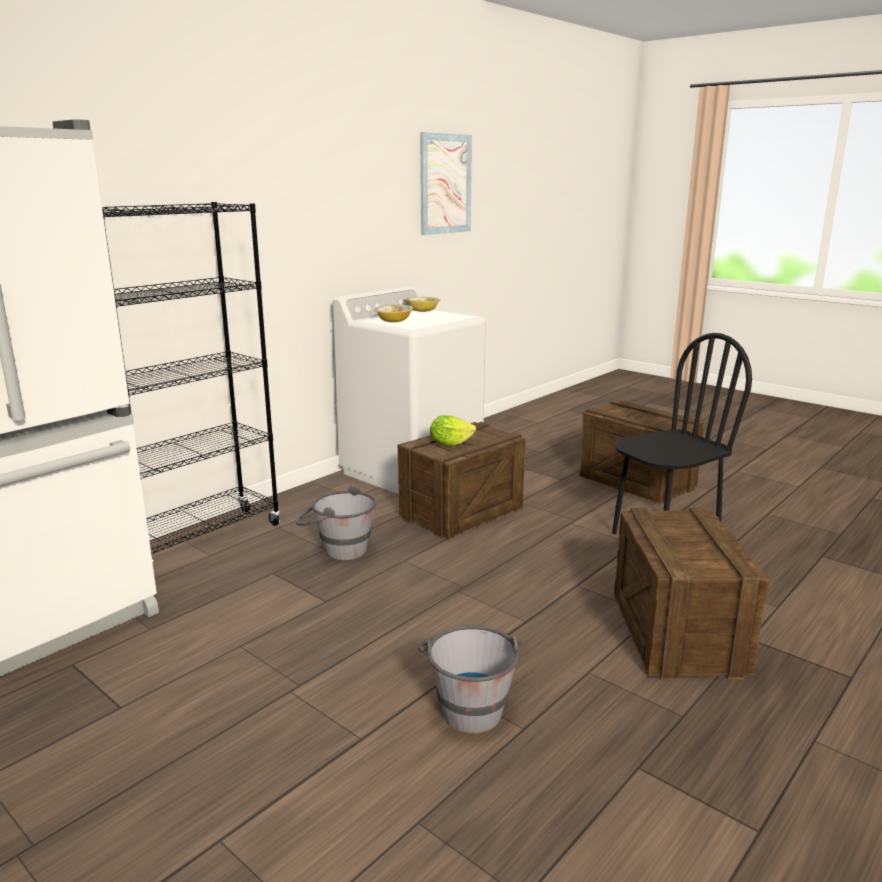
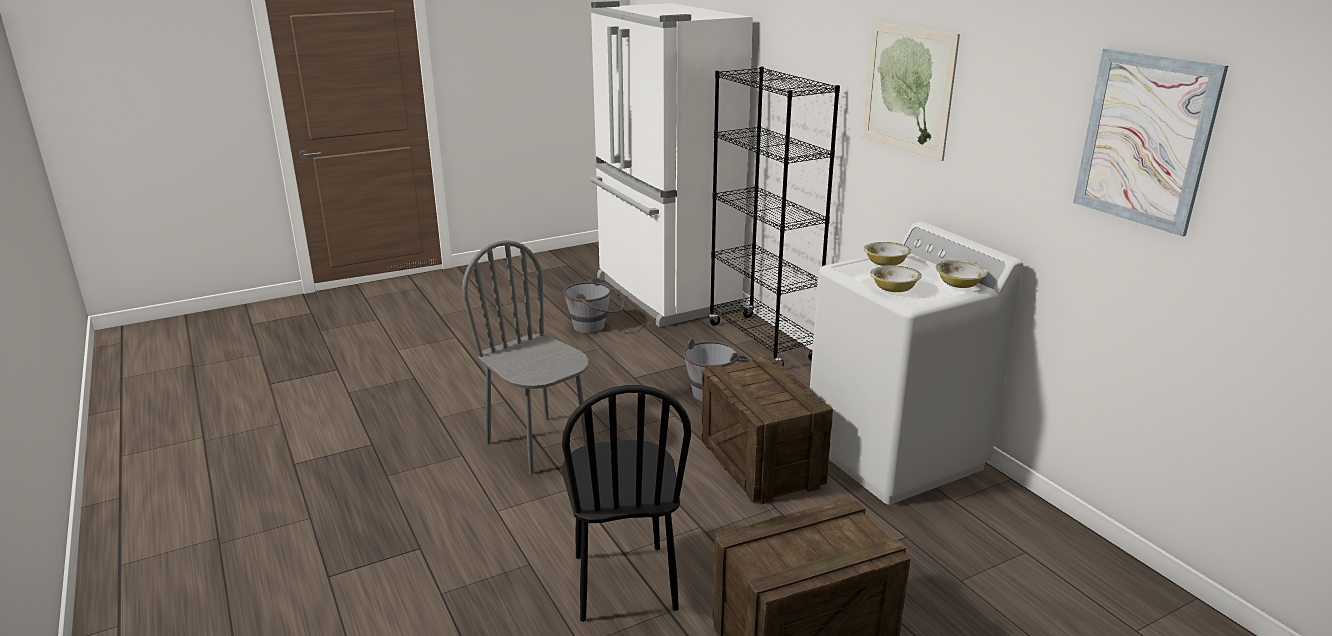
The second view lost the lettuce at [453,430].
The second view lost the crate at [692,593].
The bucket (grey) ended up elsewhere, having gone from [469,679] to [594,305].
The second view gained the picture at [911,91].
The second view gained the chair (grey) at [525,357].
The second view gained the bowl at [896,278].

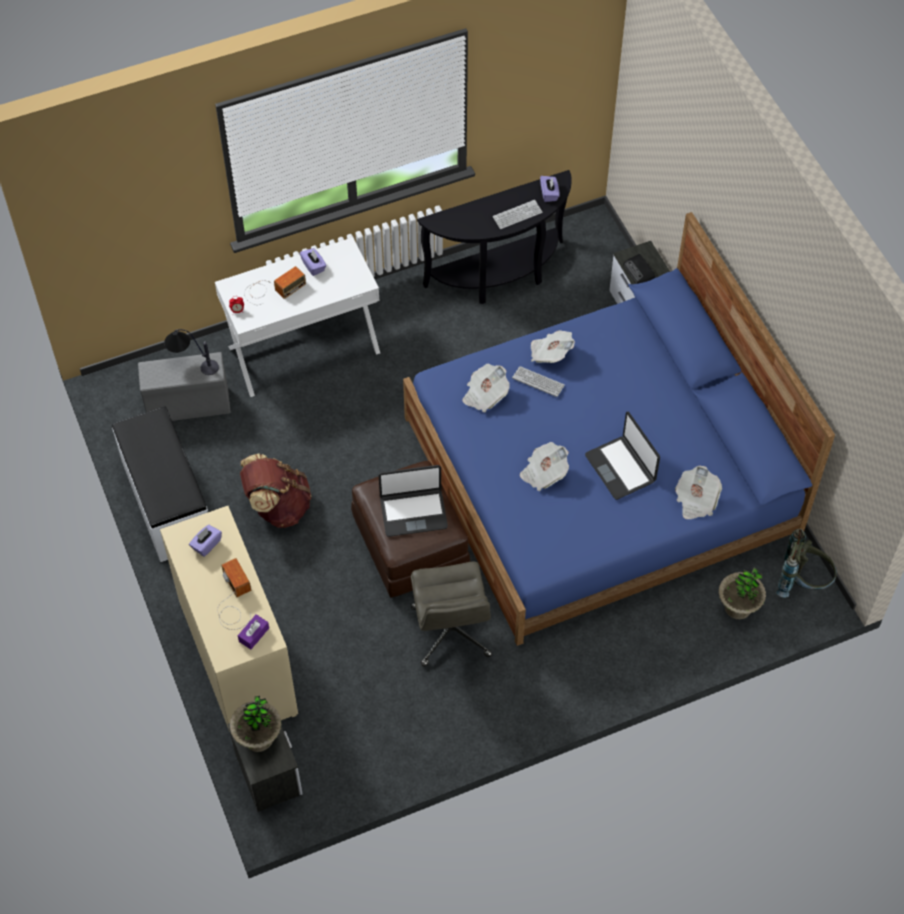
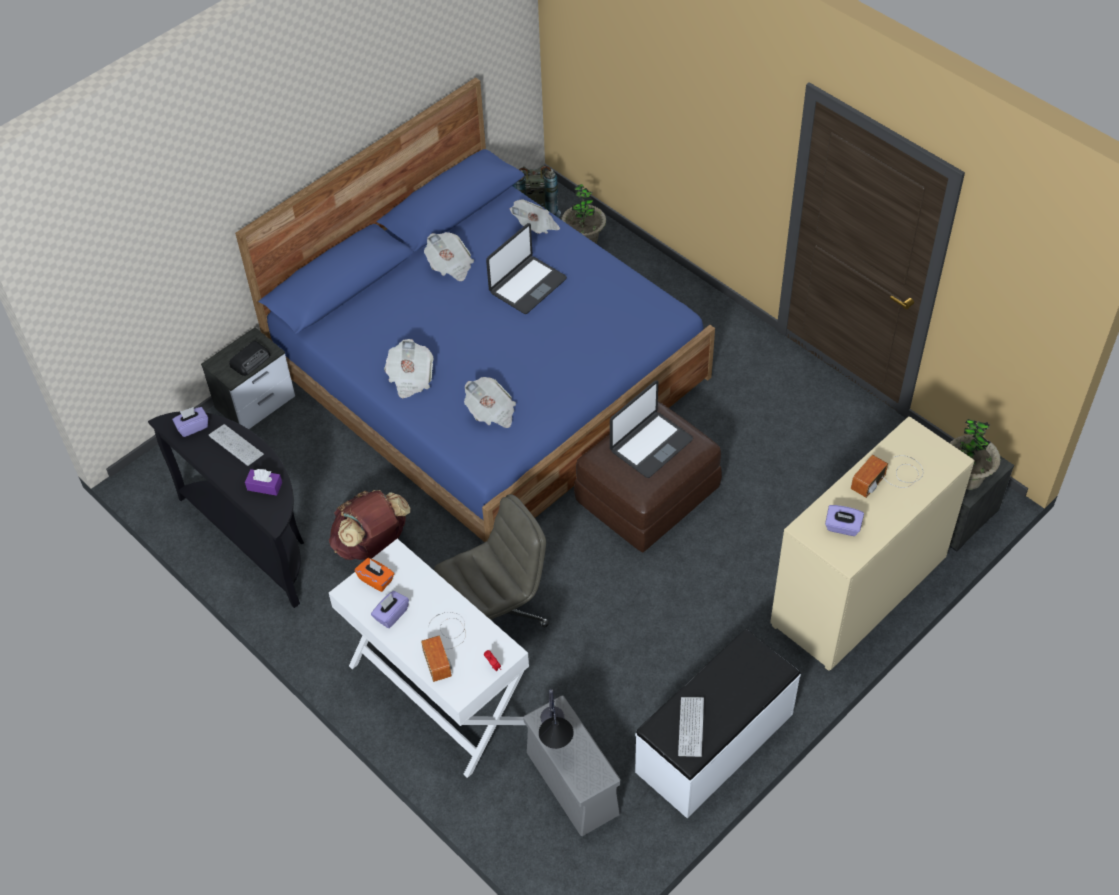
The radio at [275,285] ended up facing another way, 135 degrees counterclockwise from before.
The keyboard ended up elsewhere, having gone from [538,381] to [691,727].
The newspaper ended up elsewhere, having gone from [544,466] to [449,256].
The backpack (brown) ended up elsewhere, having gone from [276,490] to [370,525].
The laptop at [413,501] ended up facing another way, 75 degrees clockwise from before.
The office chair (grey) ended up elsewhere, having gone from [451,614] to [491,560].
The tissue box (purple) ended up elsewhere, having gone from [253,631] to [263,482].
The second view gained the tissue box (orange) at [374,575].

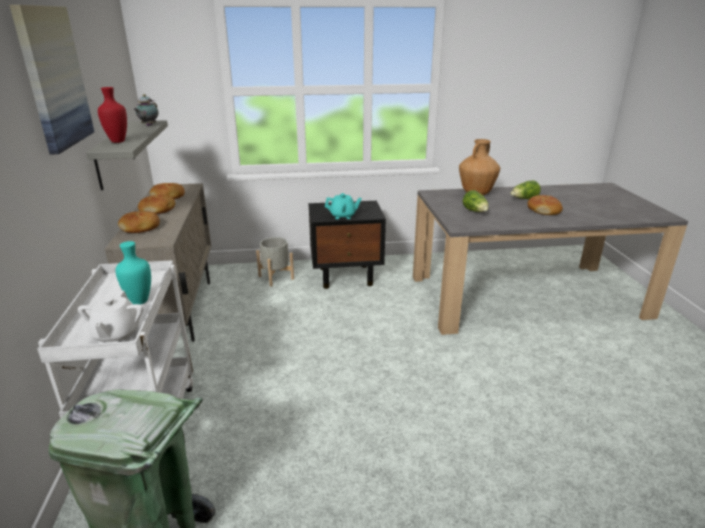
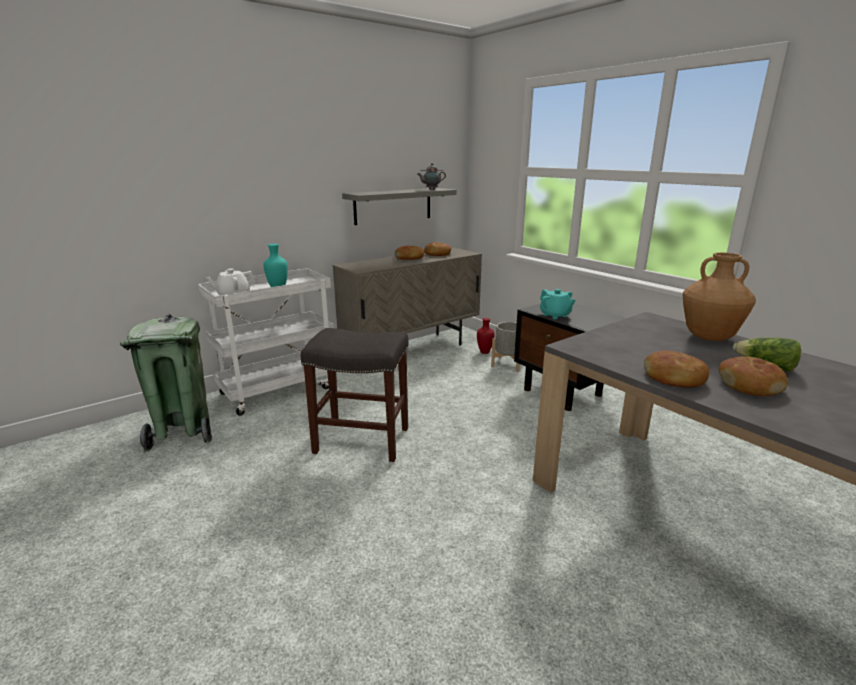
The second view lost the picture at [52,80].
The vase (red) ended up elsewhere, having gone from [112,115] to [486,336].
The second view lost the lettuce at [476,201].
The bread ended up elsewhere, having gone from [139,222] to [677,368].
The second view gained the stool (grey) at [354,395].

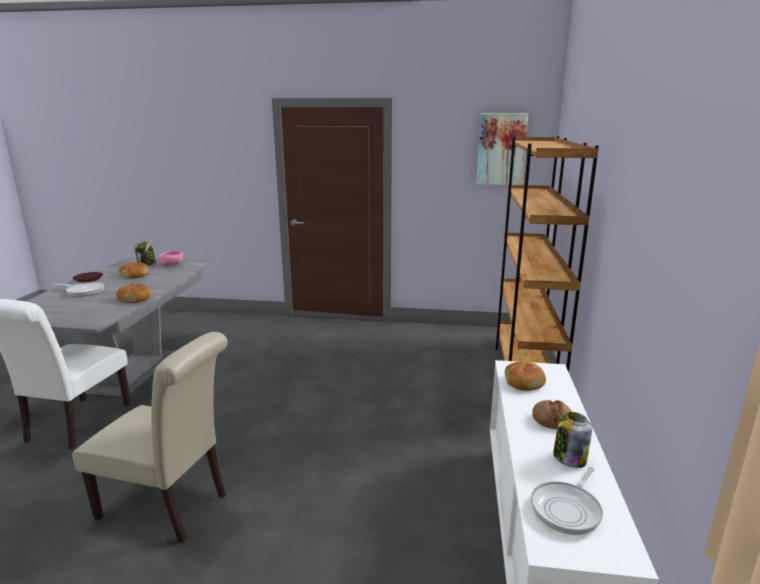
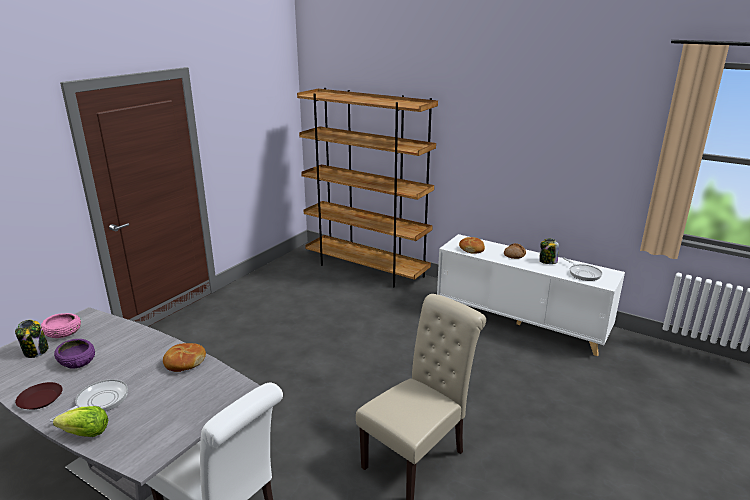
The second view lost the picture at [502,149].
Where the bread stood at [134,270], the bowl (purple) came to stand at [74,353].
The second view gained the lettuce at [80,421].

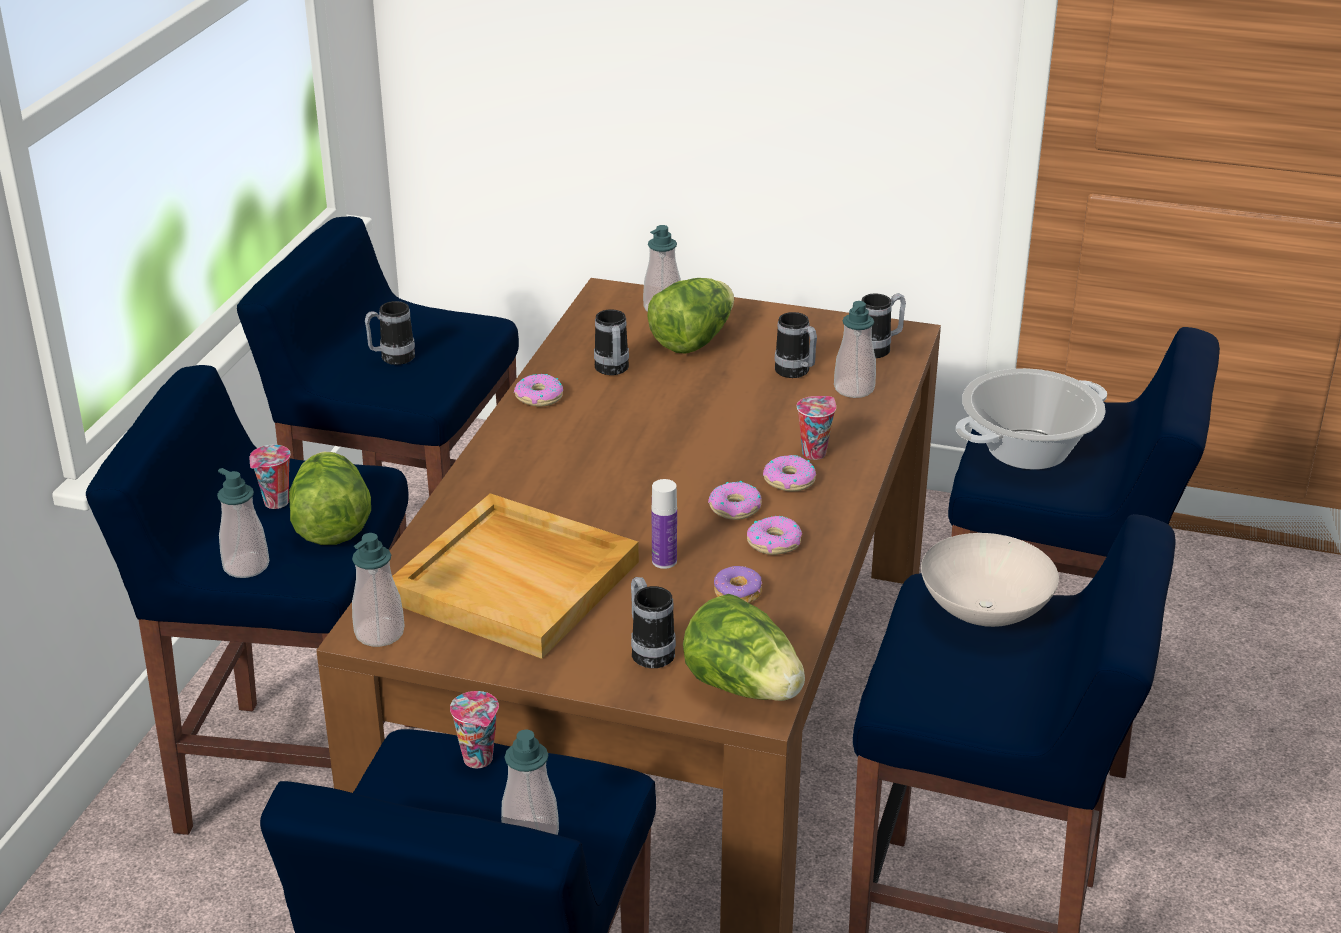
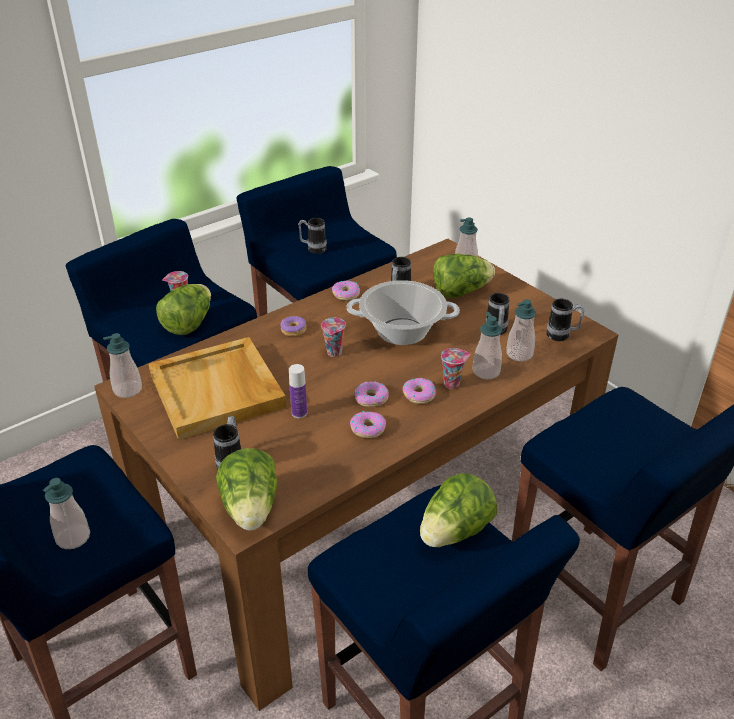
The cooking pot ended up elsewhere, having gone from [1031,419] to [403,312].
The soap dispenser ended up elsewhere, having gone from [243,523] to [487,345].
Where the bowl (white) stood at [990,580], the lettuce came to stand at [458,510].
The donut ended up elsewhere, having gone from [738,584] to [293,326].
The cup ended up elsewhere, having gone from [474,729] to [333,337].

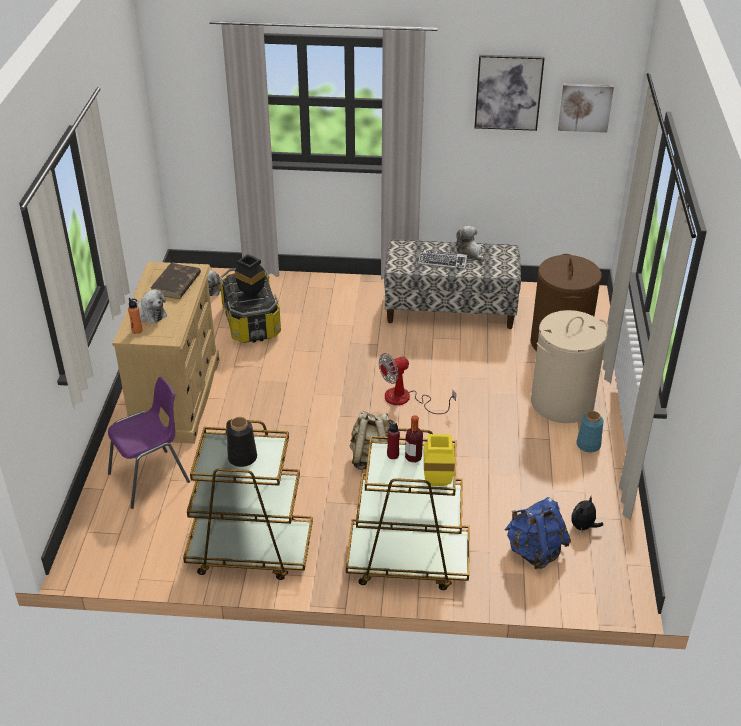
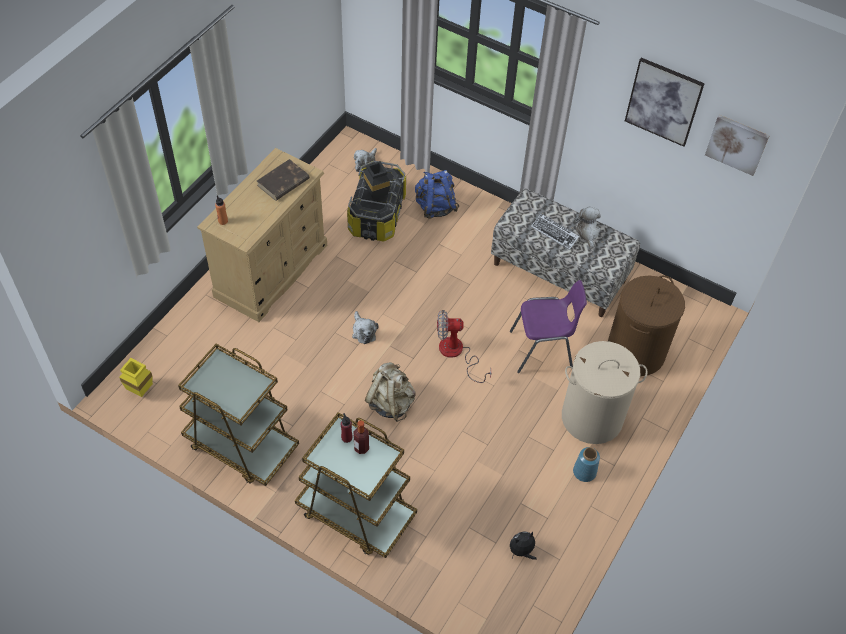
The plush toy ended up elsewhere, having gone from [149,306] to [365,327].
The chair (purple) ended up elsewhere, having gone from [149,443] to [548,326].
The second view lost the vase (black) at [242,442].
The vase (yellow) ended up elsewhere, having gone from [439,460] to [136,377].
The backpack (blue) ended up elsewhere, having gone from [538,533] to [437,194].

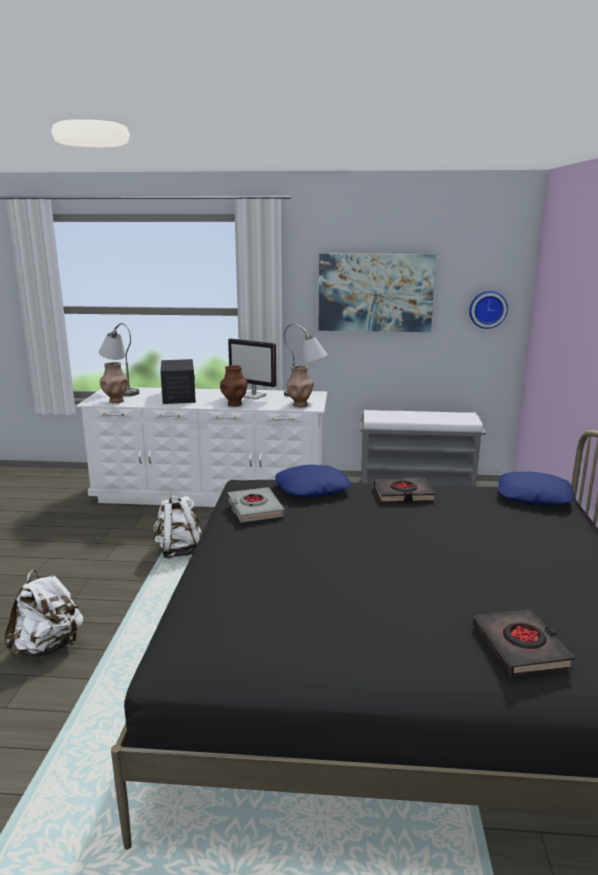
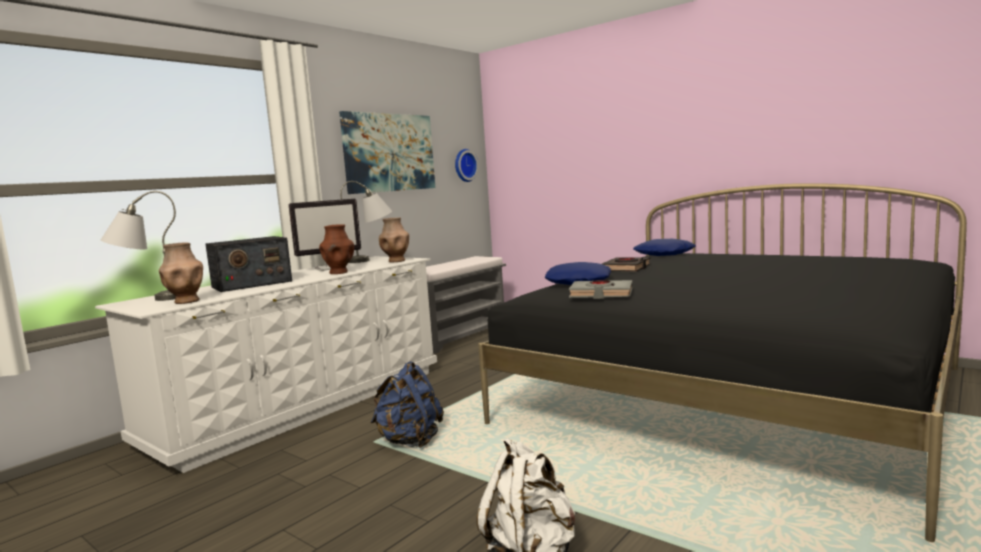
The radio at [178,381] ended up facing another way, 120 degrees clockwise from before.
What was the backpack (white) at [177,526] turned into the backpack (blue) at [407,404].
The second view lost the book (black) at [524,642].

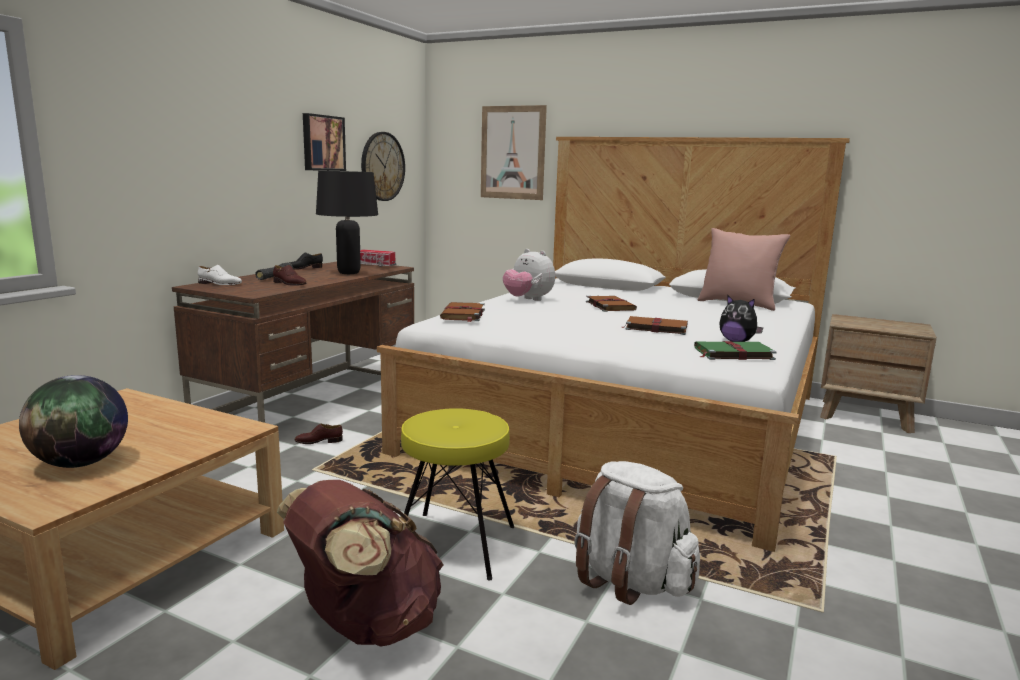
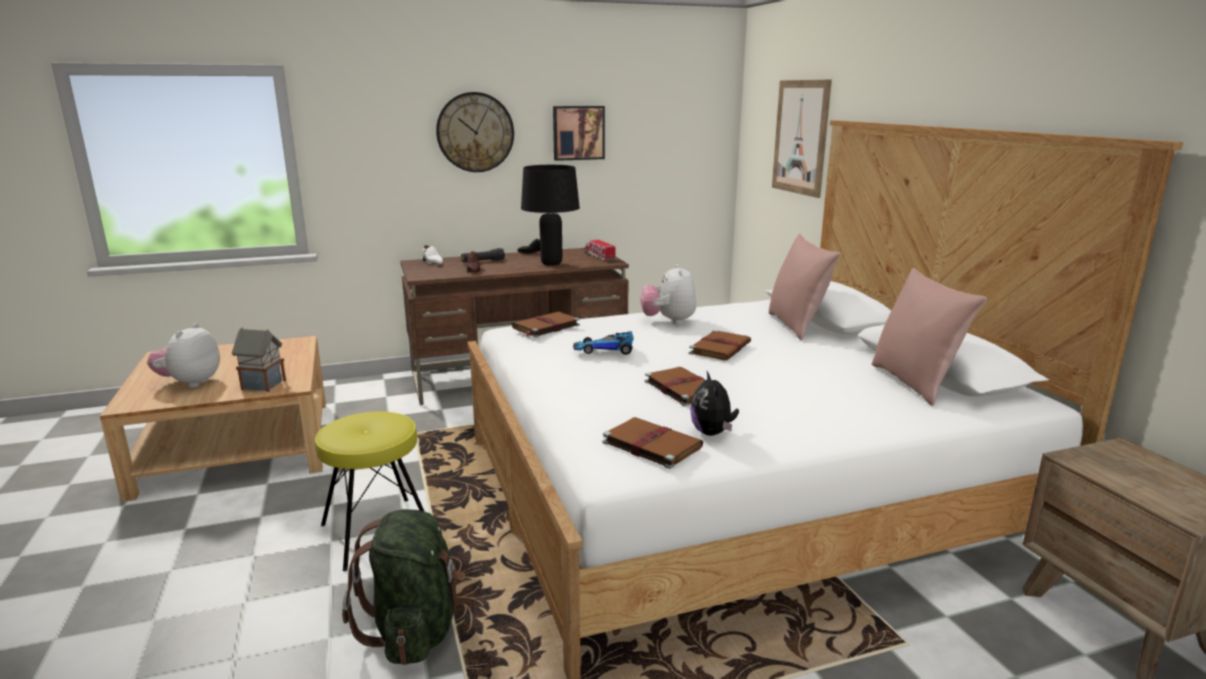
The wall clock ended up elsewhere, having gone from [383,166] to [475,132].
What was the book (green) at [735,350] turned into the book (brown) at [653,443].
Where the globe stood at [73,421], the plush toy came to stand at [183,355].
The second view lost the shoe (brown) at [319,434].
What was the backpack (white) at [637,533] turned into the backpack (green) at [404,587].
The second view lost the backpack (brown) at [360,563].
The second view gained the pillow (pink) at [805,287].
The second view gained the toy house at [259,360].
The second view gained the toy car at [603,343].

